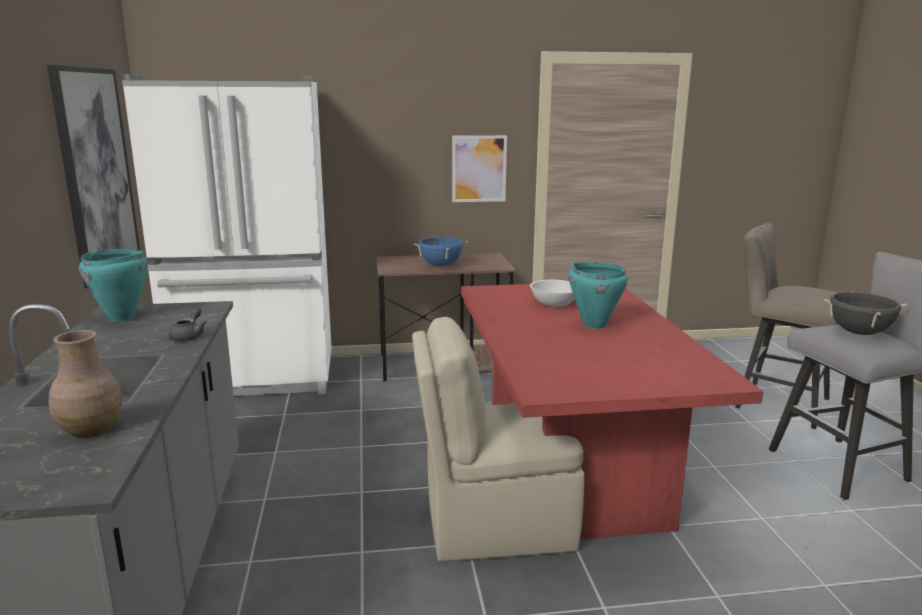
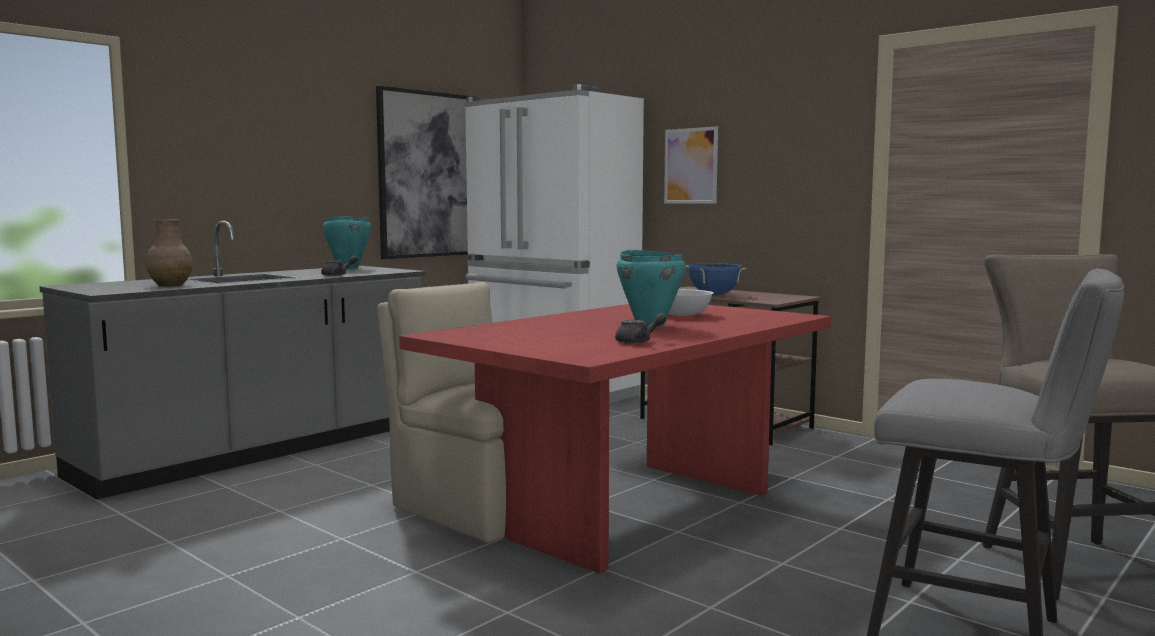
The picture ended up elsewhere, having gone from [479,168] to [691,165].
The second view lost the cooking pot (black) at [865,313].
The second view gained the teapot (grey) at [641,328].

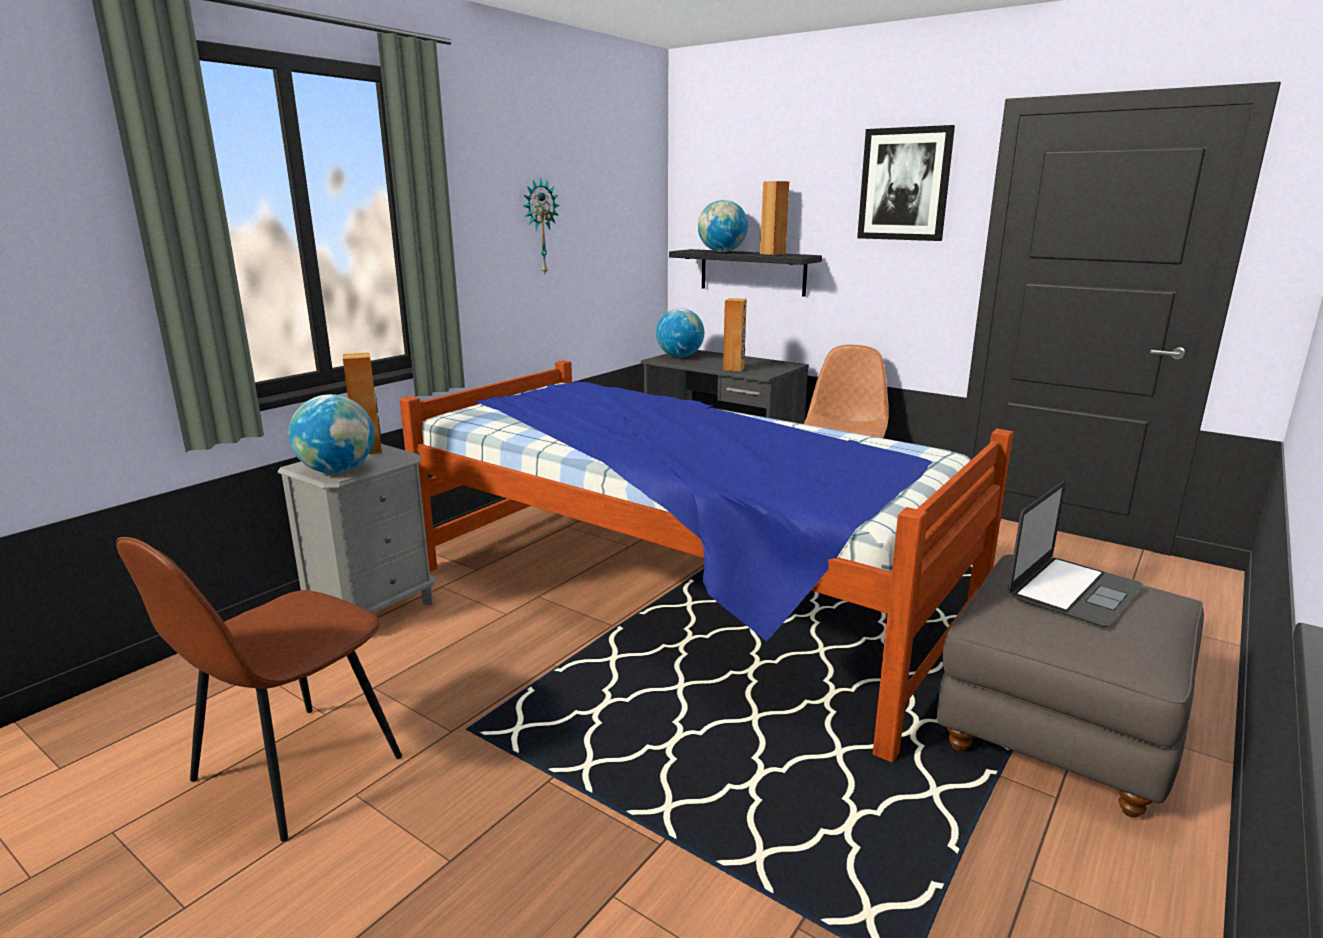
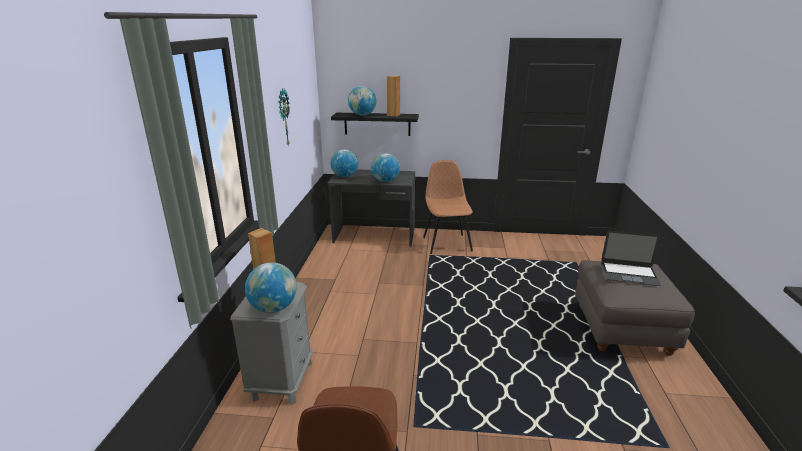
The second view lost the picture at [906,183].
Where the speaker (brown) stood at [735,335], the globe came to stand at [385,167].
The second view lost the bed at [707,561].
The laptop at [1075,554] ended up facing another way, 90 degrees clockwise from before.

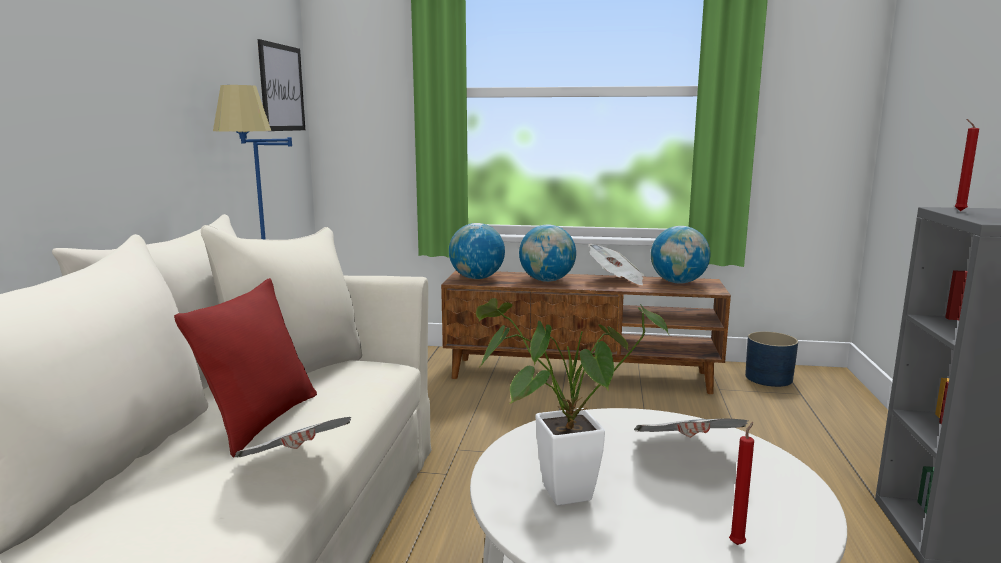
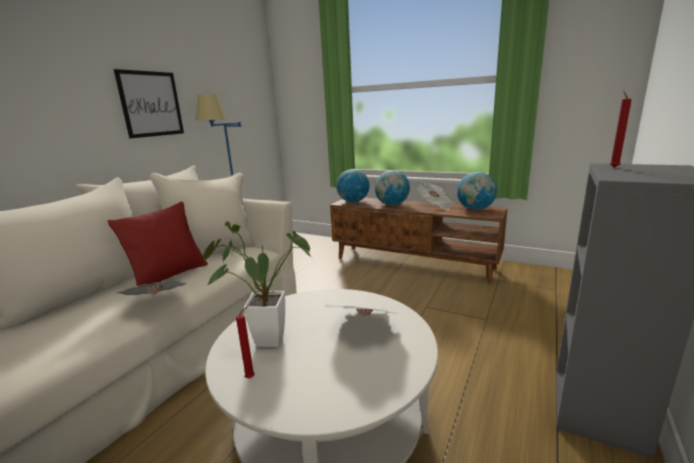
The picture ended up elsewhere, having gone from [281,85] to [149,103].
The second view lost the planter (blue) at [771,359].
The candle (red) ended up elsewhere, having gone from [741,483] to [245,342].

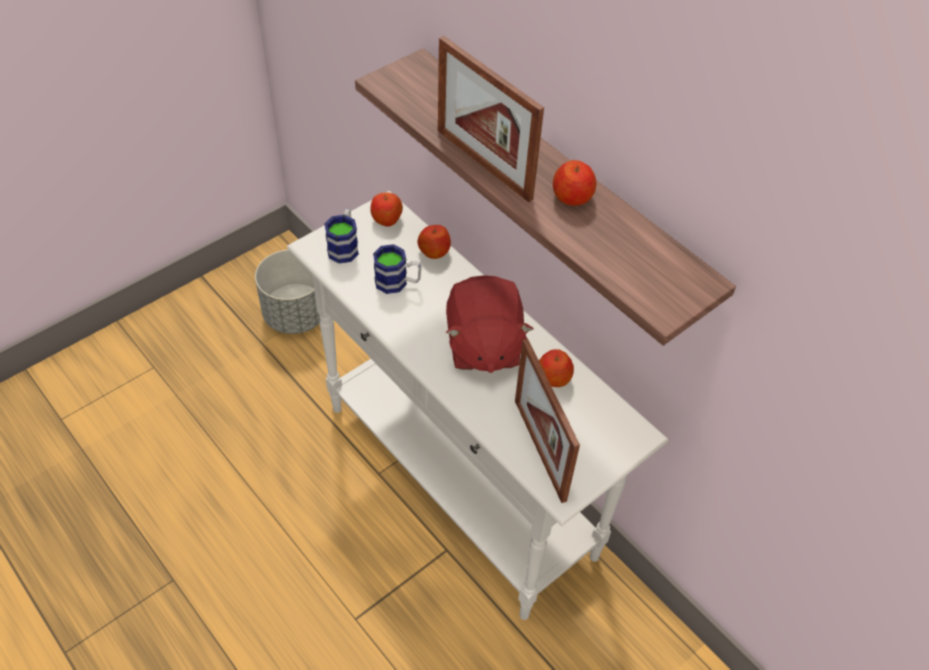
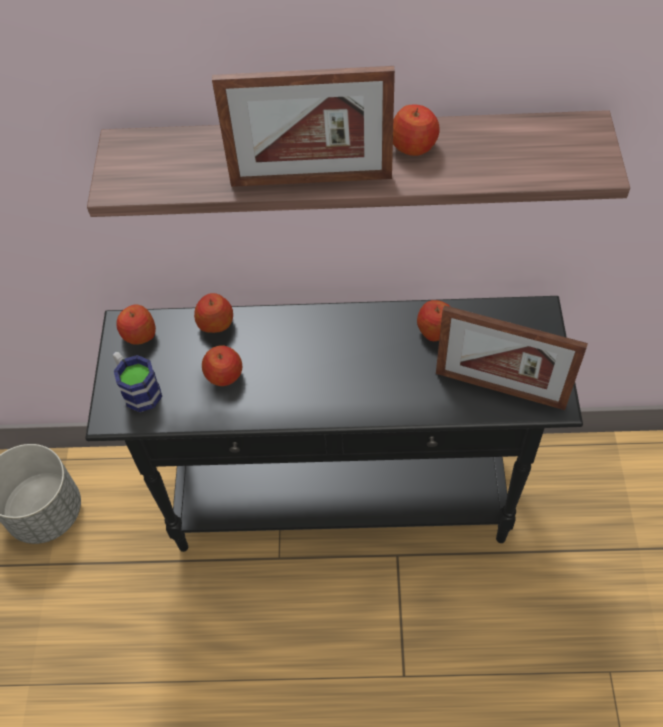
What was the console table (white) at [478,405] turned into the console table (black) at [334,424].
Where the mug stood at [397,269], the apple came to stand at [222,365].
The second view lost the plush toy (red) at [489,324].

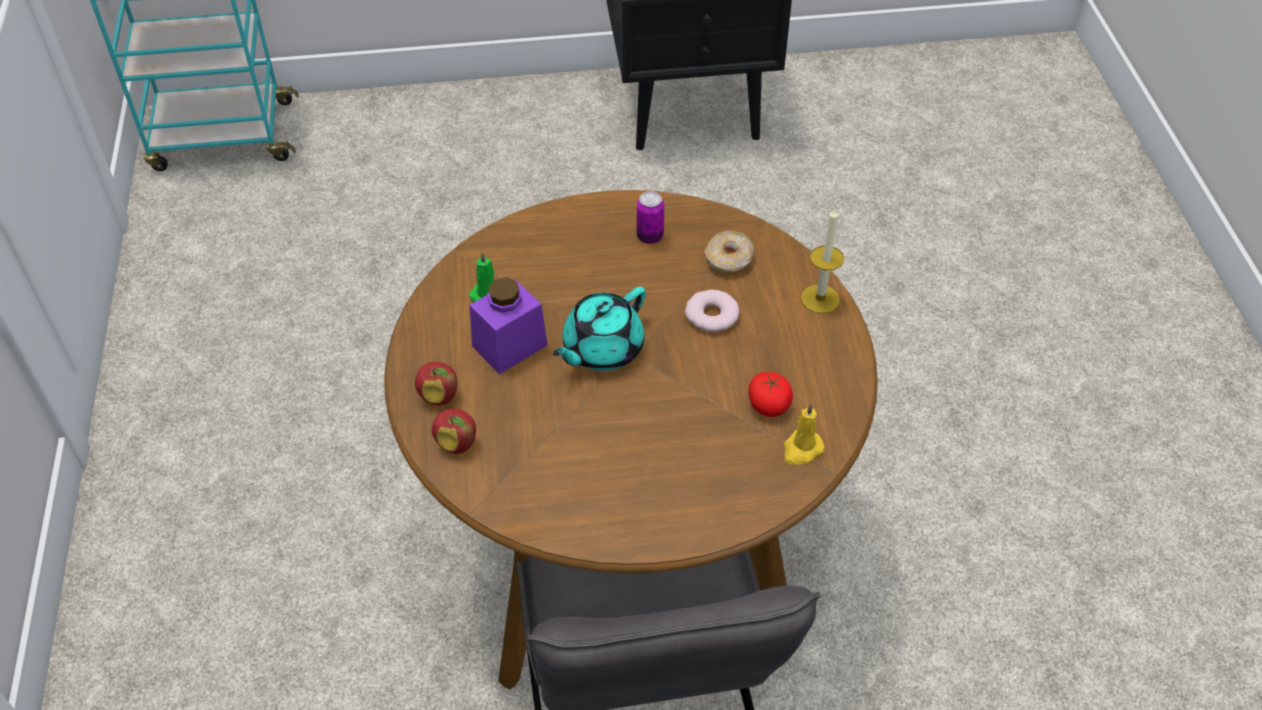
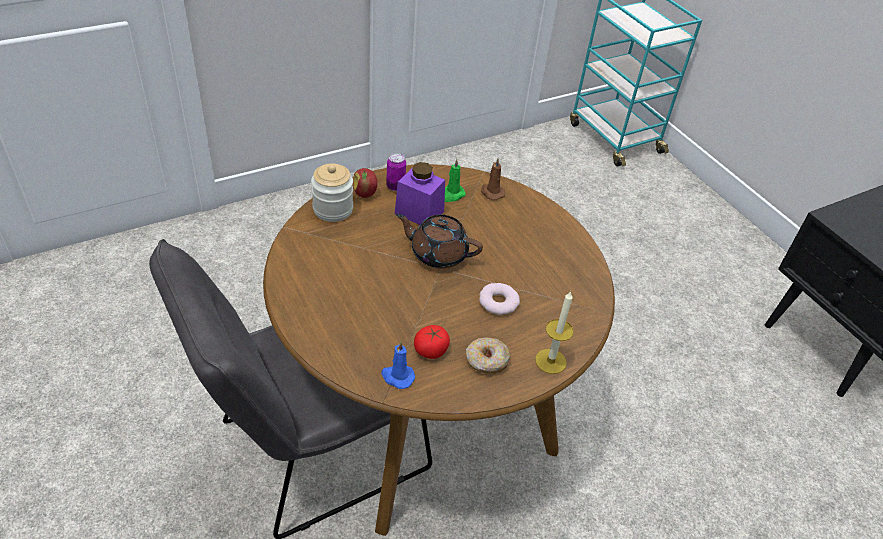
The can ended up elsewhere, having gone from [651,217] to [396,172].
The donut ended up elsewhere, having gone from [729,252] to [488,356].
What was the teapot (turquoise) at [599,329] turned into the teapot (brown) at [439,241].
What was the candle (yellow) at [804,434] turned into the candle (blue) at [398,365].
Where the apple stood at [454,431], the jar came to stand at [332,192].
The second view gained the candle (brown) at [493,179].

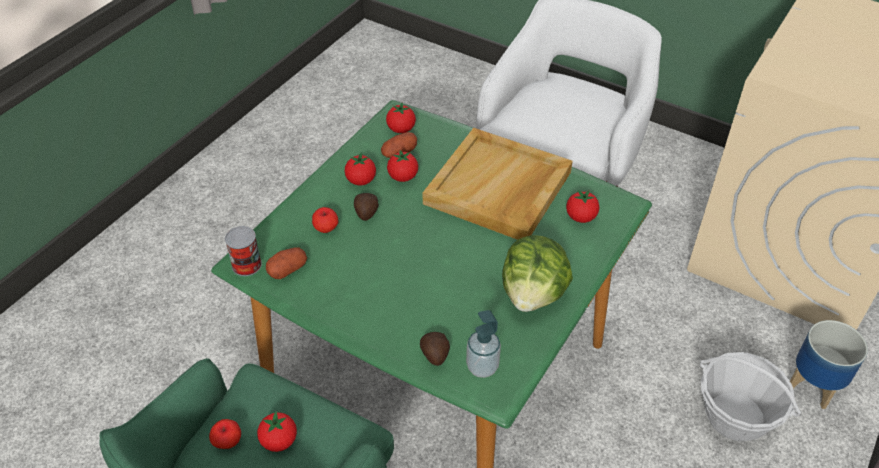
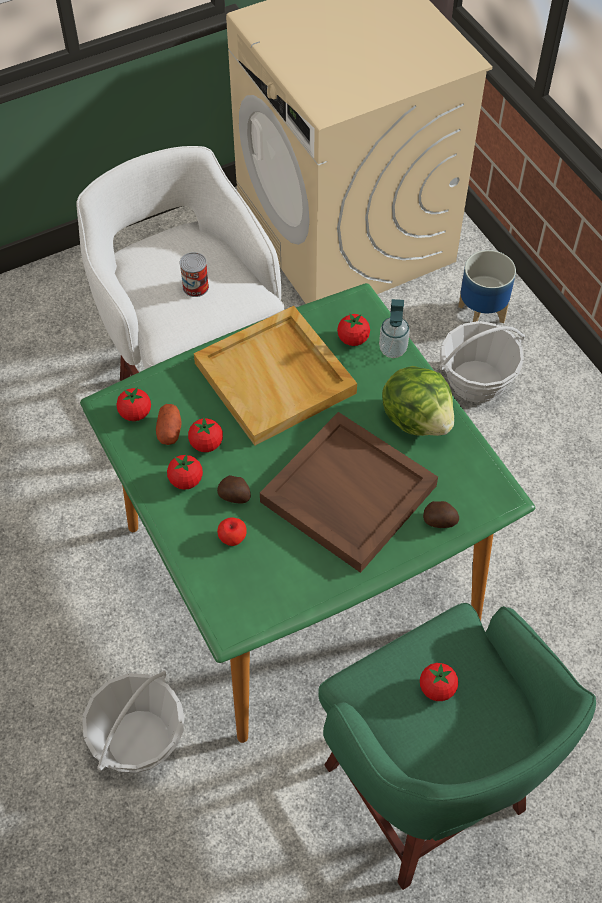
The can ended up elsewhere, having gone from [243,251] to [194,274].
The second view lost the potato at [286,263].
The soap dispenser ended up elsewhere, having gone from [483,344] to [394,328].
The second view lost the apple at [225,434].
The second view gained the tray (brown) at [349,492].
The second view gained the basket at [133,722].

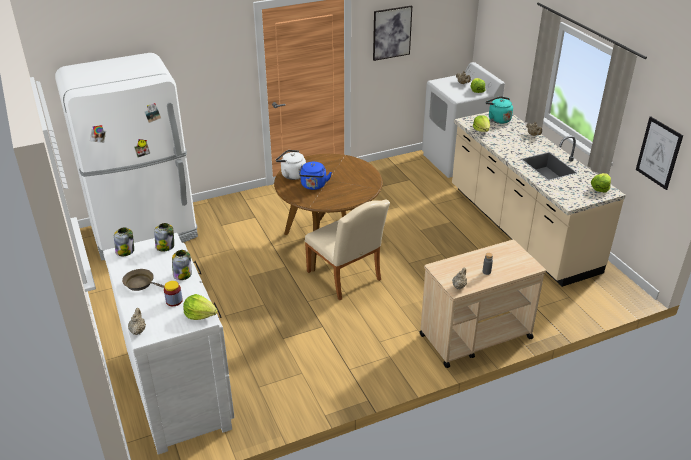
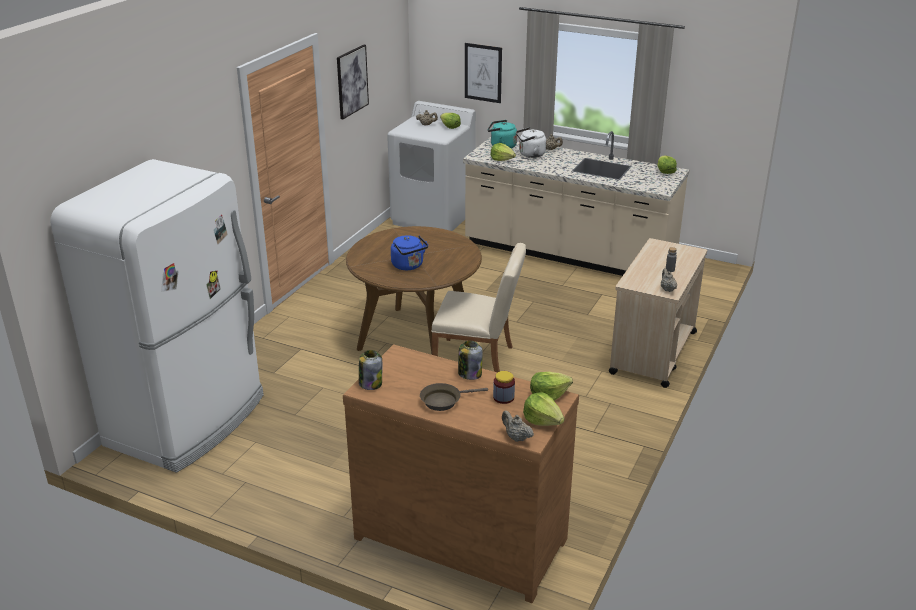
The picture ended up elsewhere, having gone from [659,153] to [483,73].
The kettle (white) ended up elsewhere, having gone from [291,165] to [531,142].
The second view lost the jar at [164,237].
What was the dresser (white) at [168,344] turned into the dresser (brown) at [461,473].
The second view gained the lettuce at [544,409].

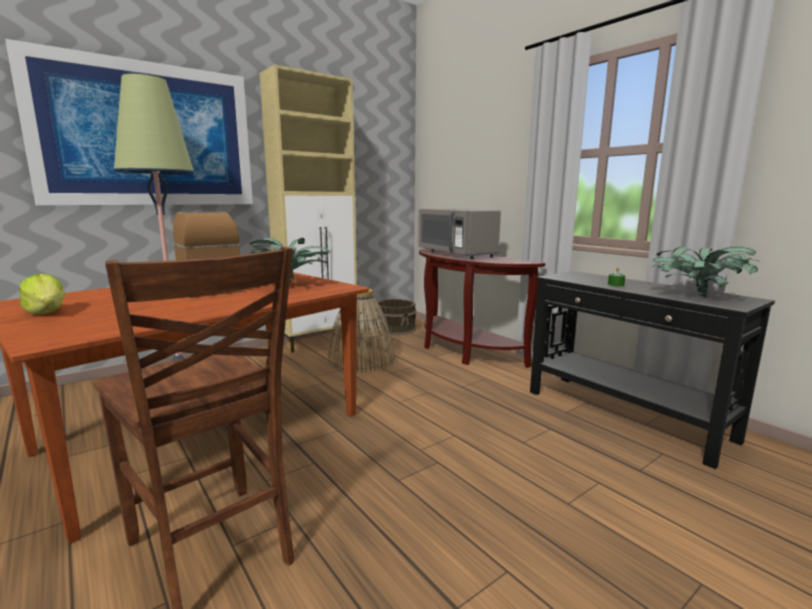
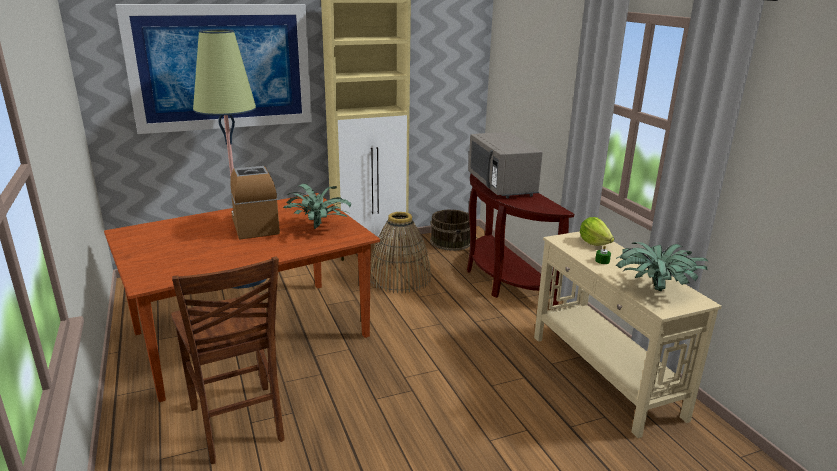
What was the console table (black) at [652,370] turned into the console table (beige) at [628,334].
The lettuce ended up elsewhere, having gone from [42,294] to [597,231].

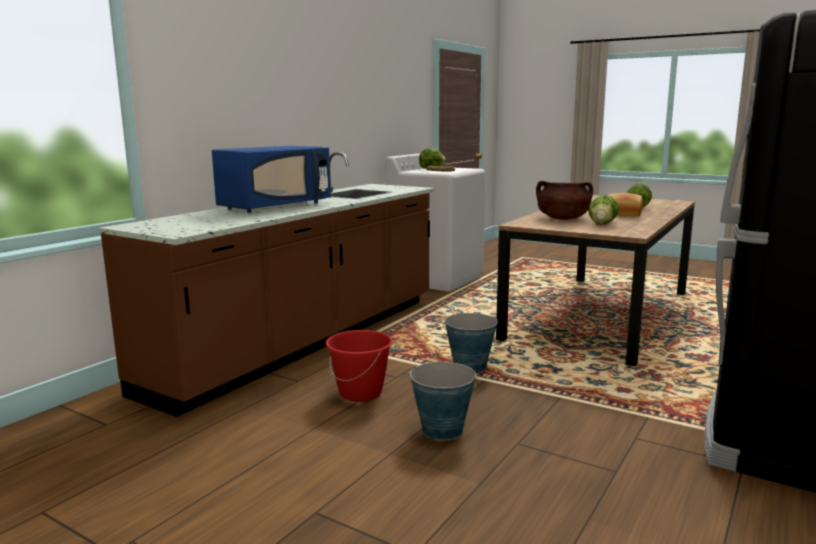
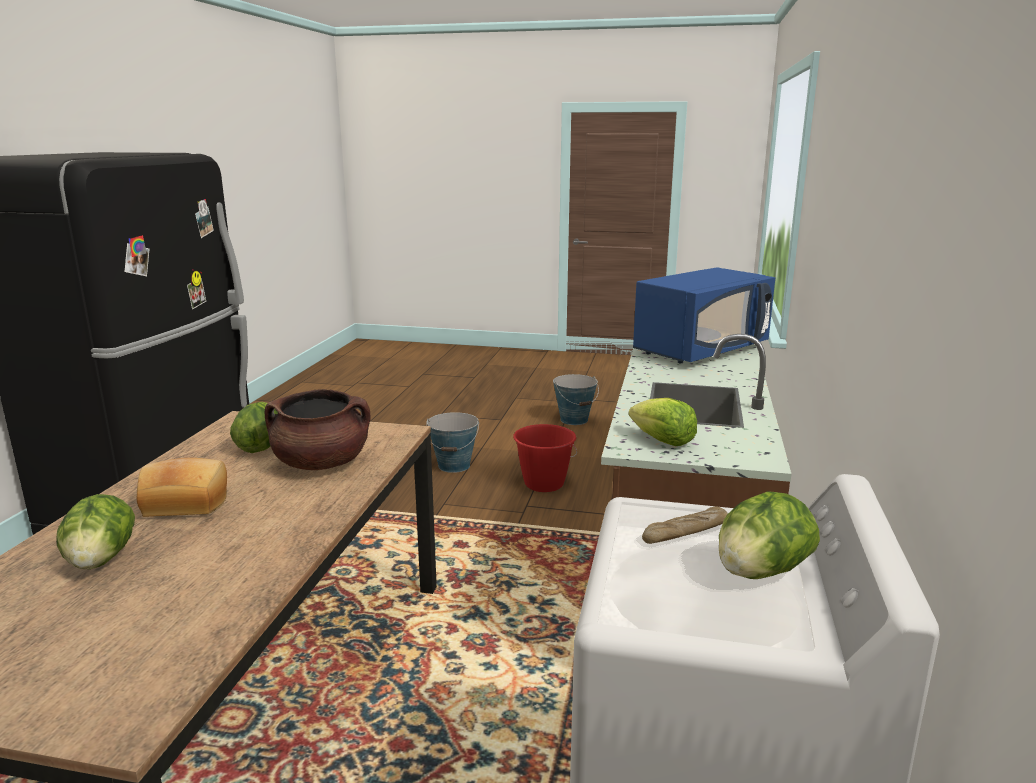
The microwave (blue) at [271,179] ended up facing another way, 150 degrees counterclockwise from before.
The bucket ended up elsewhere, having gone from [470,343] to [576,399].
The second view gained the lettuce at [663,422].

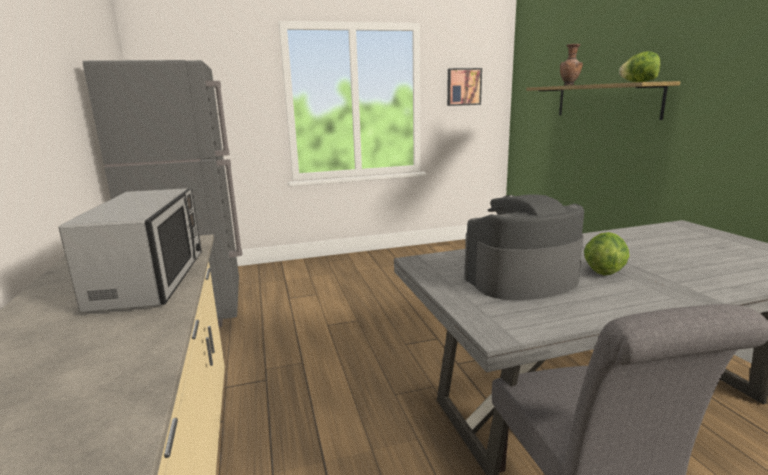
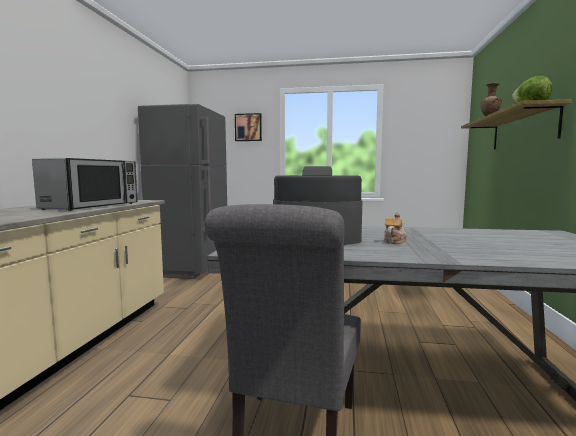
The picture ended up elsewhere, having gone from [464,87] to [248,127].
Where the lettuce stood at [607,253], the teapot came to stand at [395,228].

